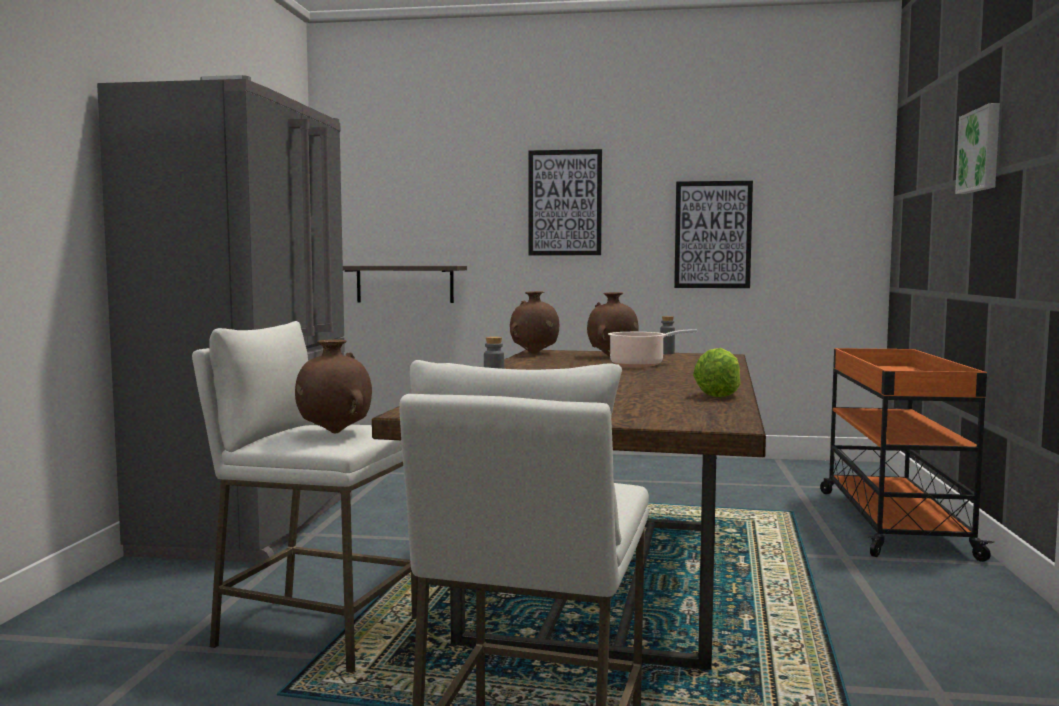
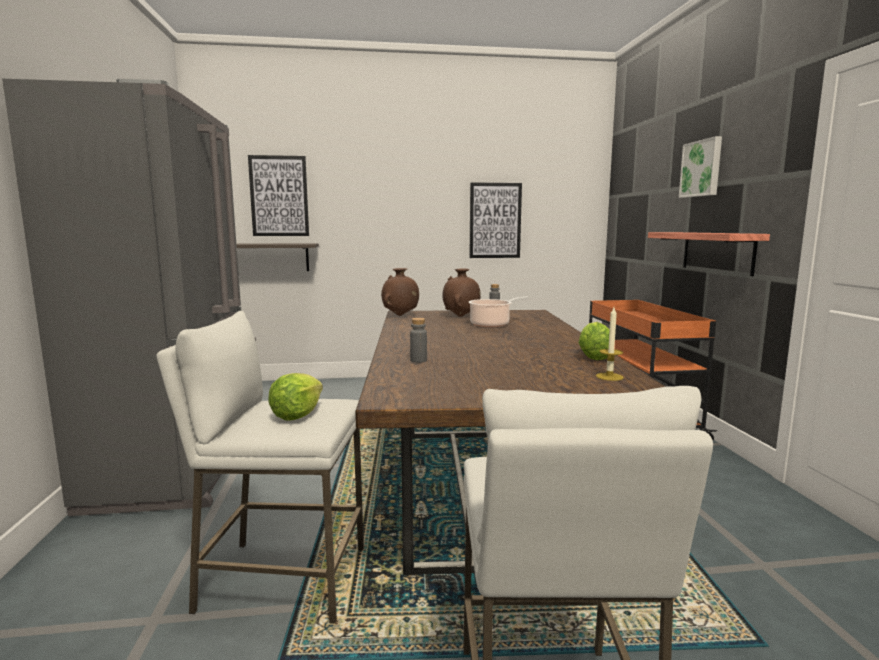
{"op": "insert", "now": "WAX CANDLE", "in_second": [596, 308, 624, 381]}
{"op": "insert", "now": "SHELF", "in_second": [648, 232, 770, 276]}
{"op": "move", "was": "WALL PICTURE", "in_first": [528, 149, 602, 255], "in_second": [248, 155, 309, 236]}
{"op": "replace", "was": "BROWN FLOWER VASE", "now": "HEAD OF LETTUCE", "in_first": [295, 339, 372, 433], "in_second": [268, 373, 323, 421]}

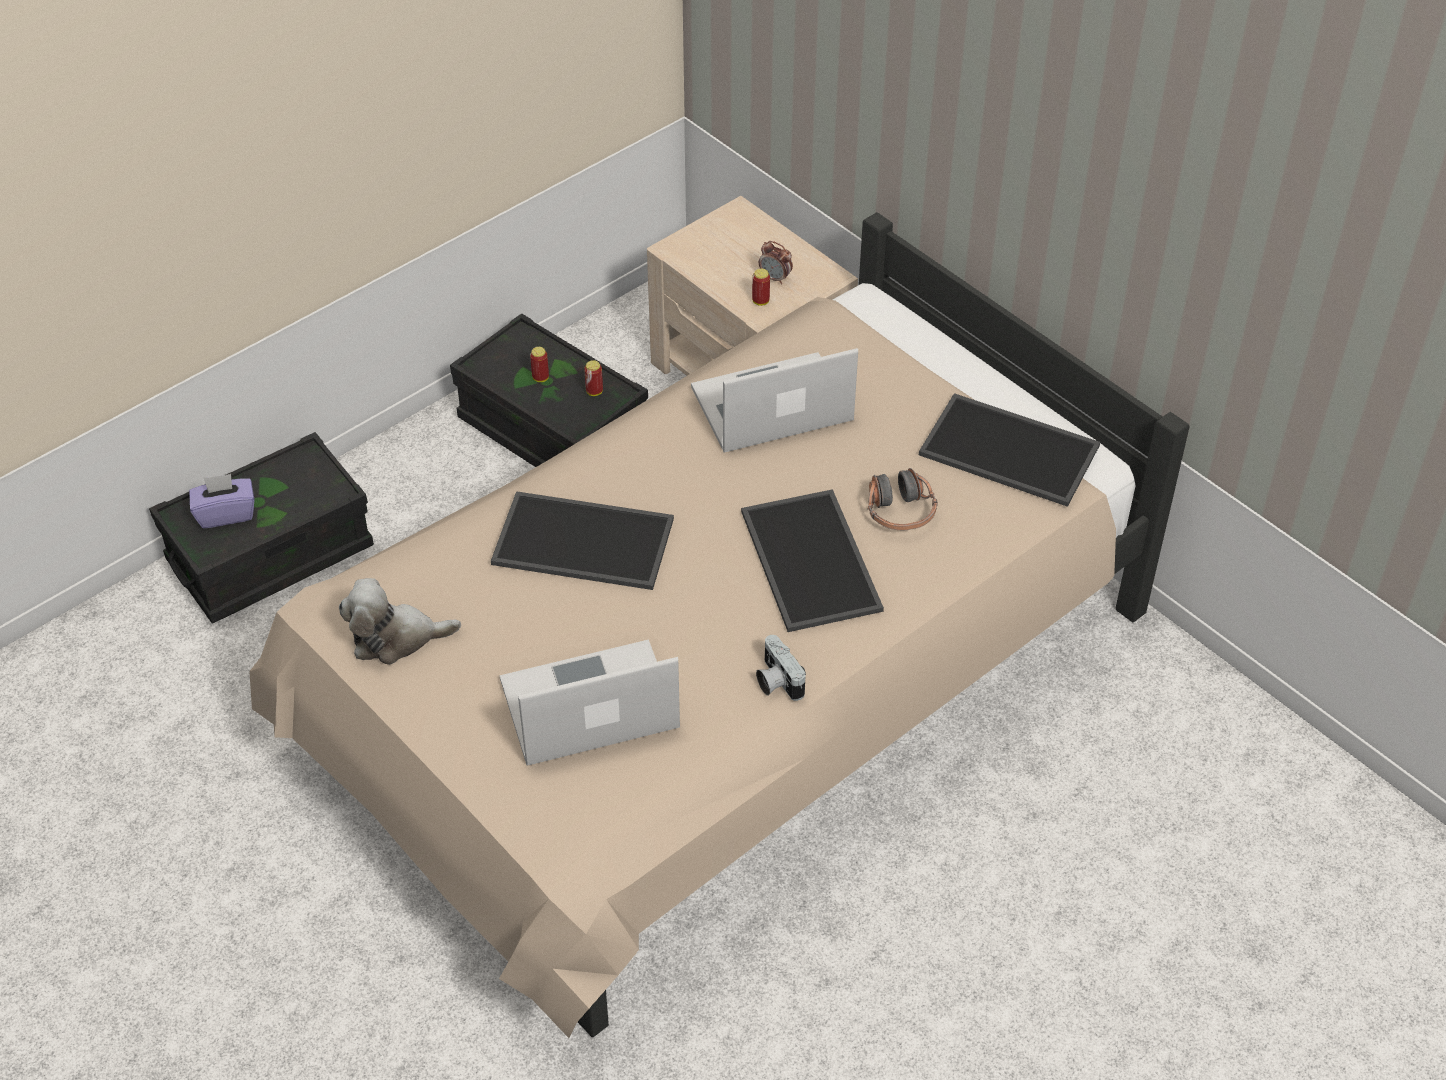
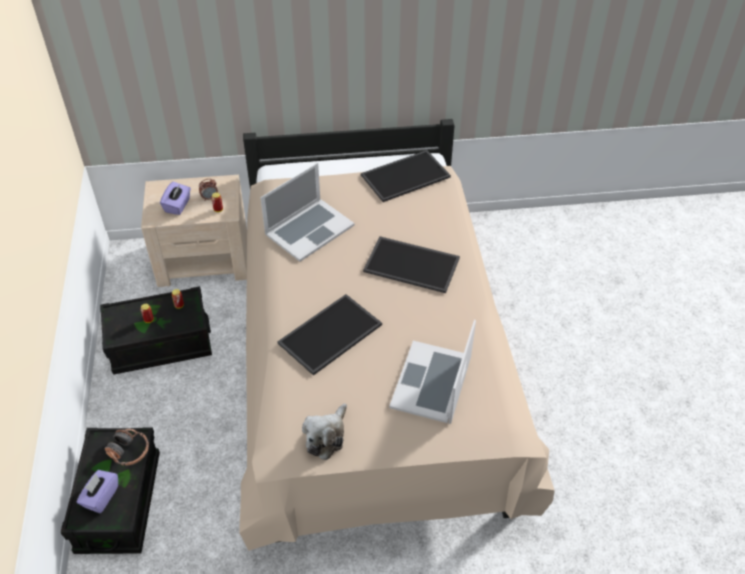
{"op": "delete", "was": "STILL CAMERA", "in_first": [756, 635, 806, 701]}
{"op": "insert", "now": "PURPLE TISSUE HOLDER", "in_second": [160, 182, 191, 215]}
{"op": "move", "was": "PAIR OF HEADPHONES", "in_first": [868, 468, 938, 530], "in_second": [105, 429, 149, 466]}
{"op": "rotate", "was": "PORTABLE COMPUTER", "in_first": [691, 348, 858, 453], "in_second": [260, 163, 355, 262], "clockwise": -150}

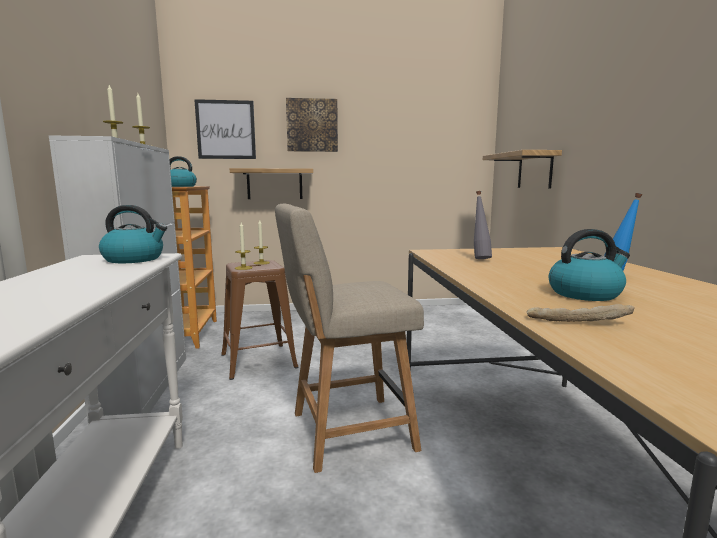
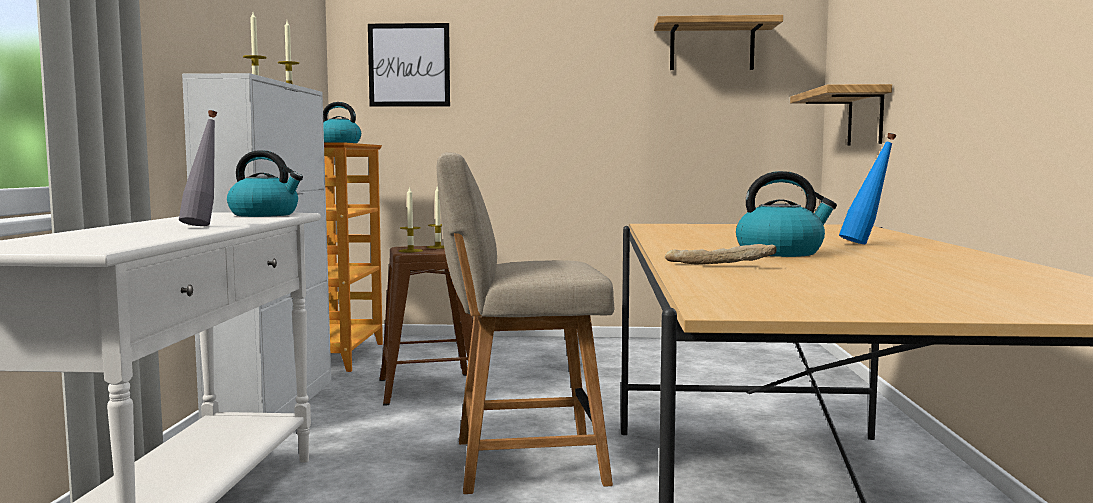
{"op": "delete", "was": "WALL PICTURE", "in_first": [286, 98, 338, 152]}
{"op": "move", "was": "SHELF", "in_first": [230, 168, 313, 199], "in_second": [654, 15, 783, 70]}
{"op": "move", "was": "GREY BOTTLE", "in_first": [474, 191, 492, 259], "in_second": [179, 110, 217, 226]}

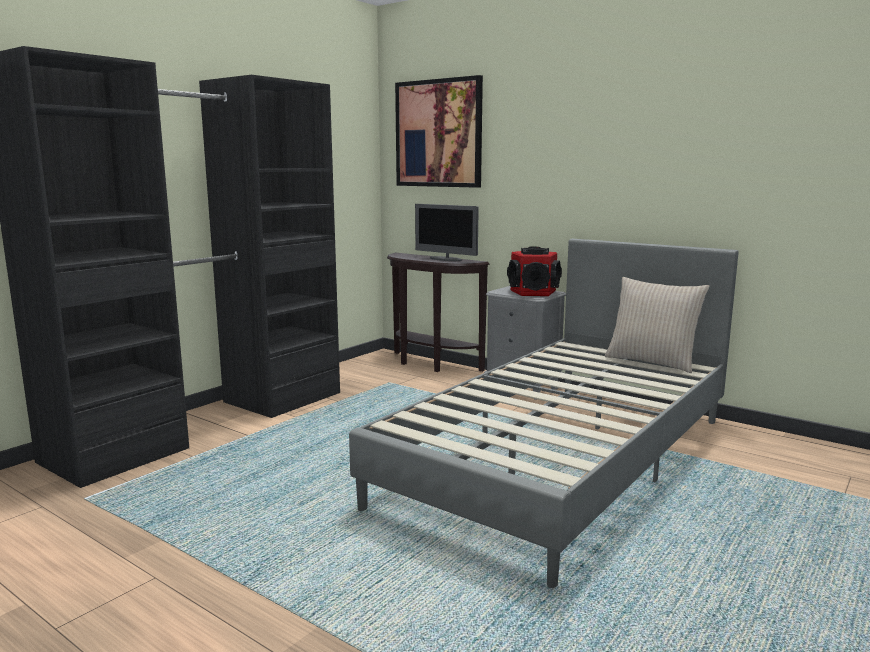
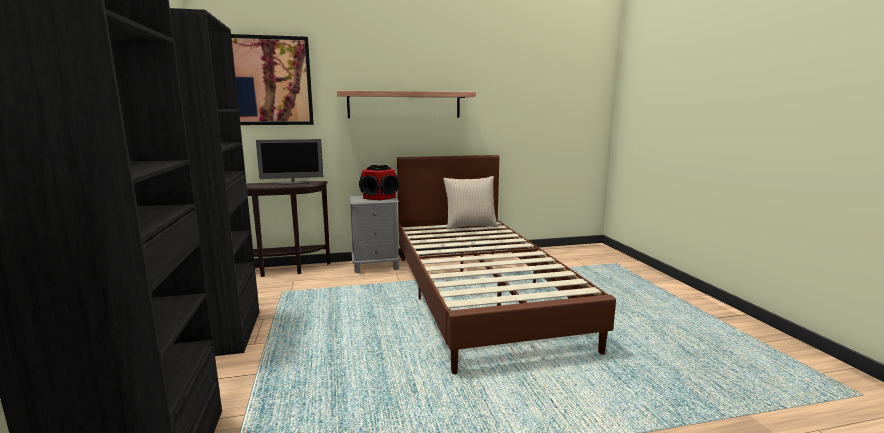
{"op": "insert", "now": "SHELF", "in_second": [337, 91, 476, 118]}
{"op": "recolor", "was": "GREY BEDROOM BED", "now": "BROWN BEDROOM BED", "in_first": [349, 239, 738, 588], "in_second": [397, 155, 616, 374]}

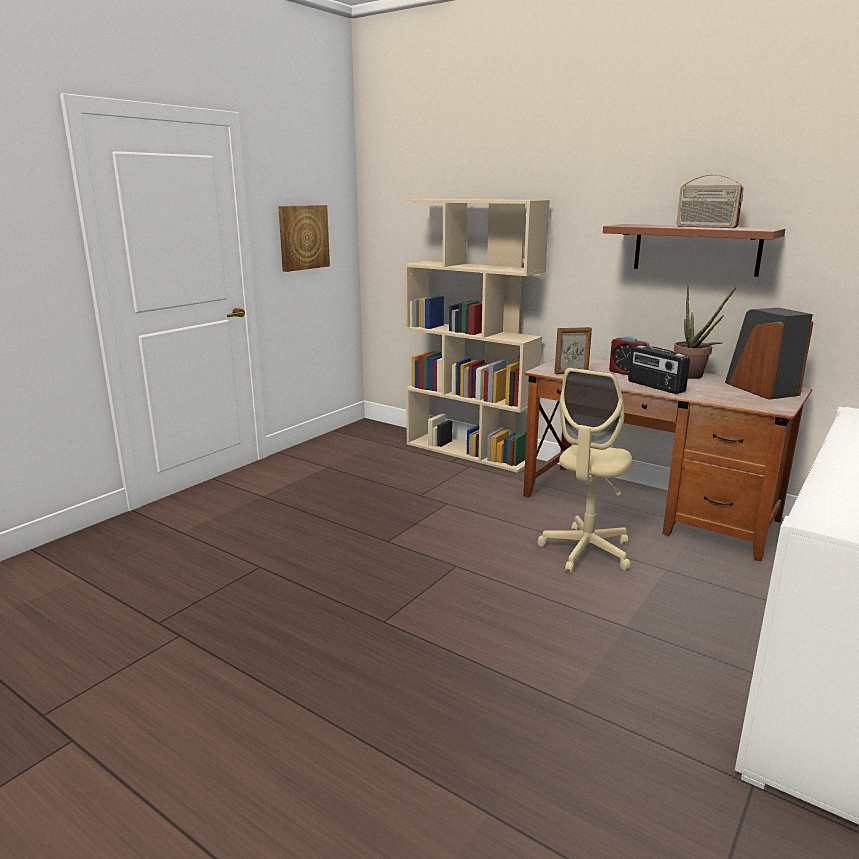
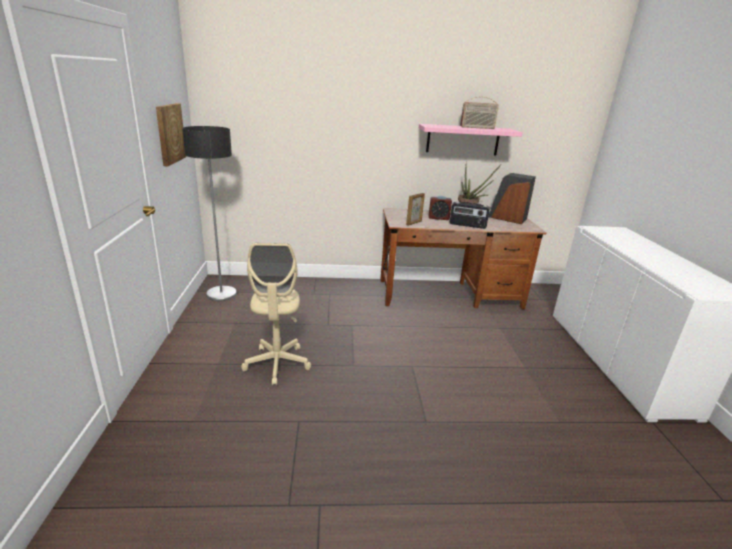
{"op": "delete", "was": "BEIGE-COLOURED BOOKCASE", "in_first": [404, 199, 550, 473]}
{"op": "insert", "now": "STANDING LAMP", "in_second": [182, 126, 237, 301]}
{"op": "move", "was": "BEIGE-COLOURED DESK CHAIR", "in_first": [538, 368, 632, 573], "in_second": [241, 243, 311, 385]}
{"op": "recolor", "was": "BROWN SHELF", "now": "PINK-COLOURED SHELF", "in_first": [603, 224, 785, 277], "in_second": [419, 124, 523, 156]}

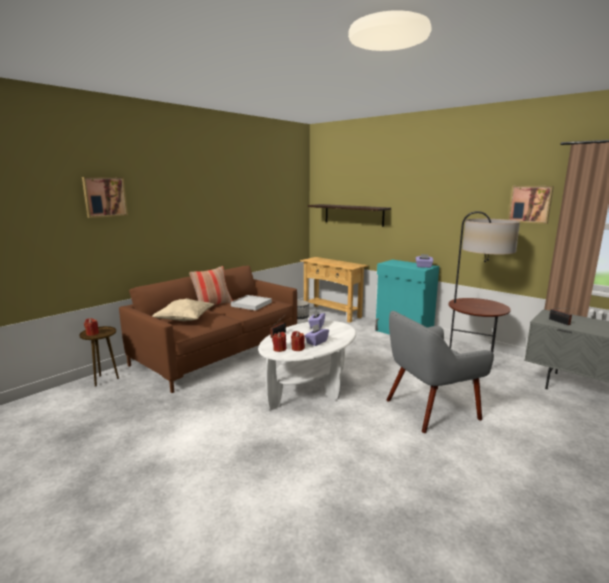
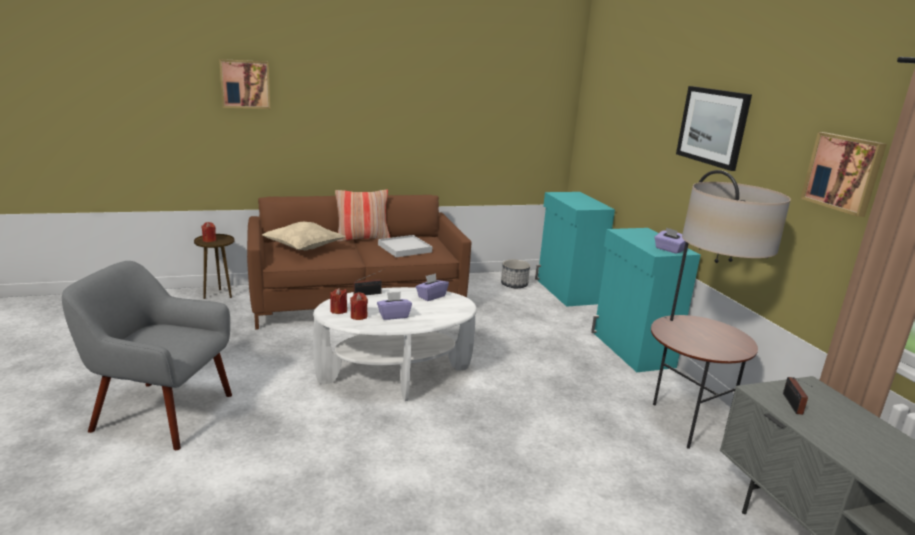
{"op": "delete", "was": "SHELF", "in_first": [308, 204, 391, 227]}
{"op": "insert", "now": "WALL PICTURE", "in_second": [676, 86, 752, 171]}
{"op": "move", "was": "GREY ARMCHAIR", "in_first": [386, 311, 494, 433], "in_second": [62, 261, 232, 450]}
{"op": "replace", "was": "BEIGE-COLOURED CONSOLE TABLE", "now": "TURQUOISE STORAGE CABINET", "in_first": [300, 257, 368, 323], "in_second": [535, 192, 615, 307]}

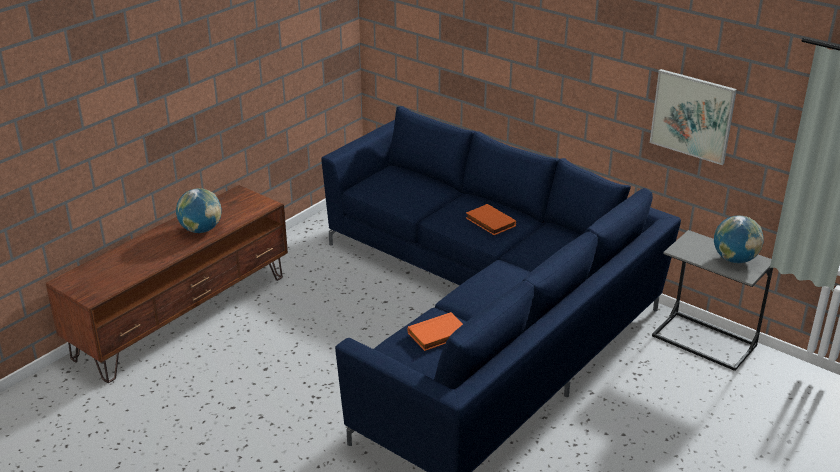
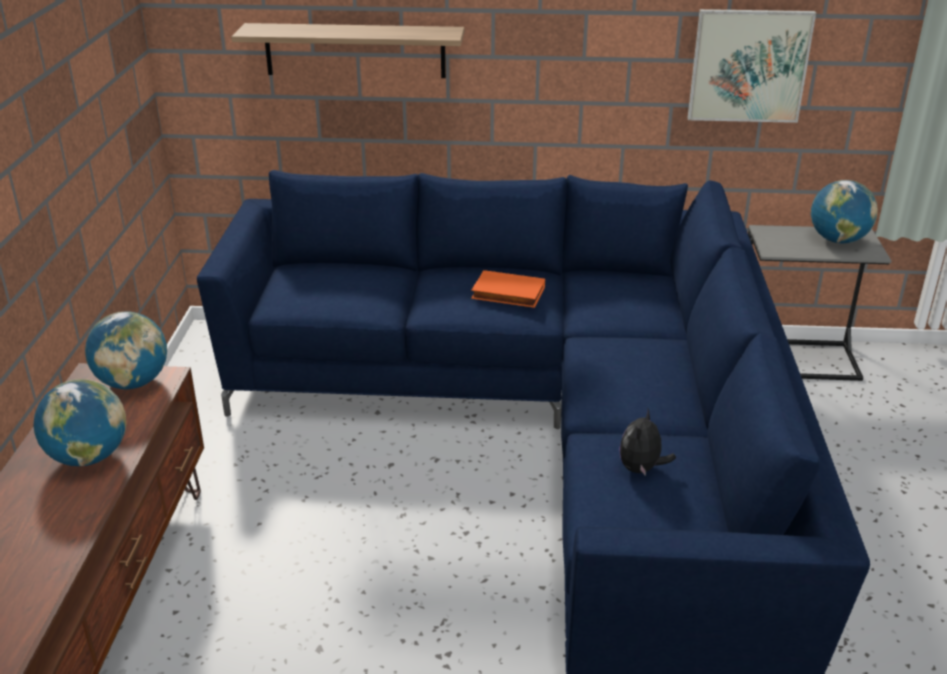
{"op": "insert", "now": "WORLD GLOBE", "in_second": [85, 311, 167, 389]}
{"op": "insert", "now": "SHELF", "in_second": [231, 23, 464, 78]}
{"op": "replace", "was": "ORANGE-COLOURED VOLUME", "now": "PLUSH TOY", "in_first": [408, 312, 463, 351], "in_second": [619, 409, 676, 476]}

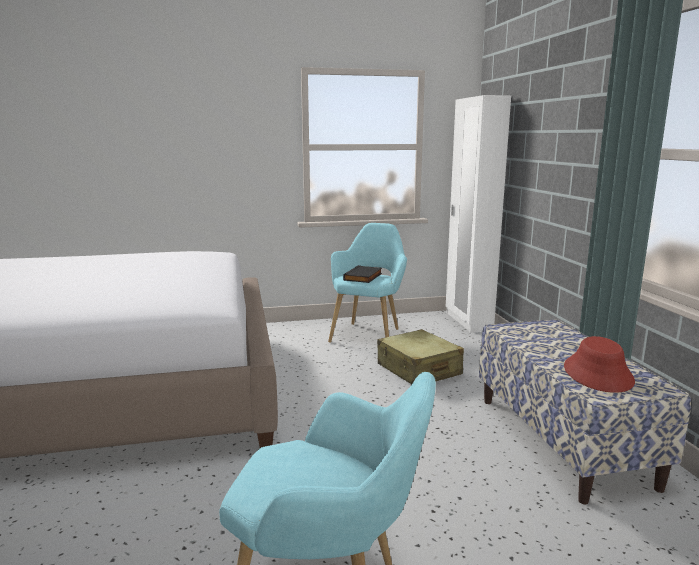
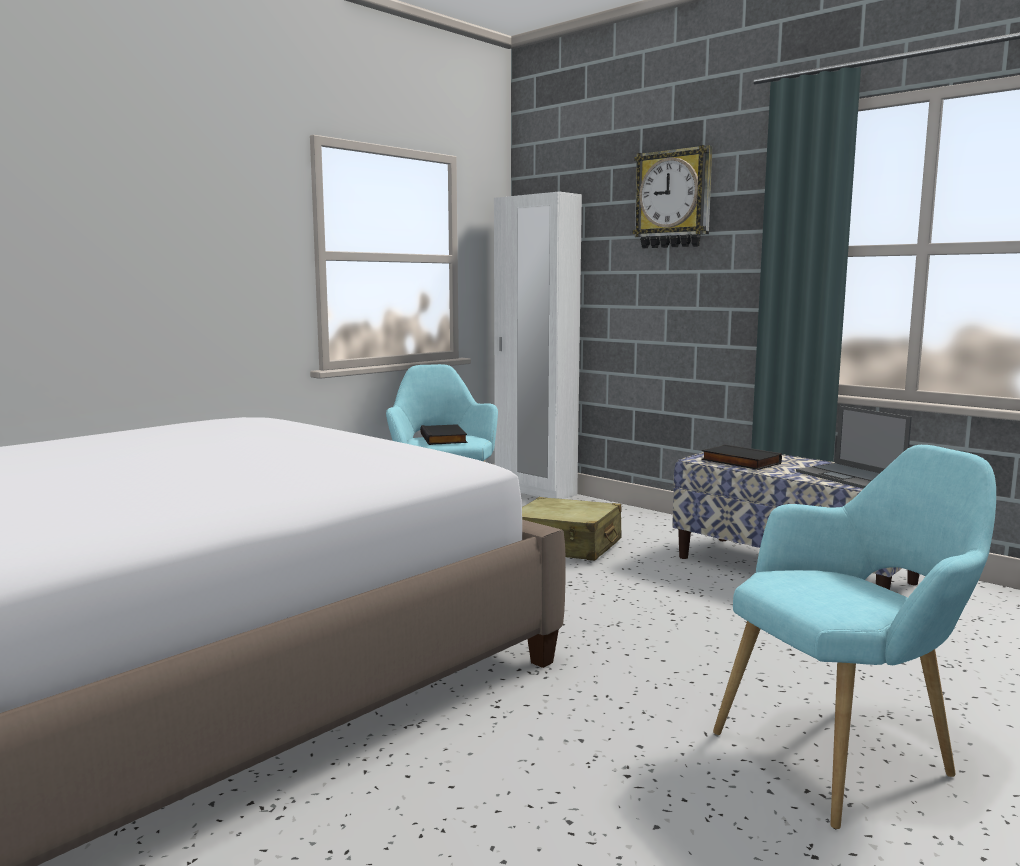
{"op": "insert", "now": "WALL CLOCK", "in_second": [633, 145, 712, 248]}
{"op": "insert", "now": "BLACK VOLUME", "in_second": [701, 444, 782, 470]}
{"op": "replace", "was": "RED CLOTHING HAT", "now": "PORTABLE COMPUTER", "in_first": [564, 336, 635, 393], "in_second": [796, 406, 912, 489]}

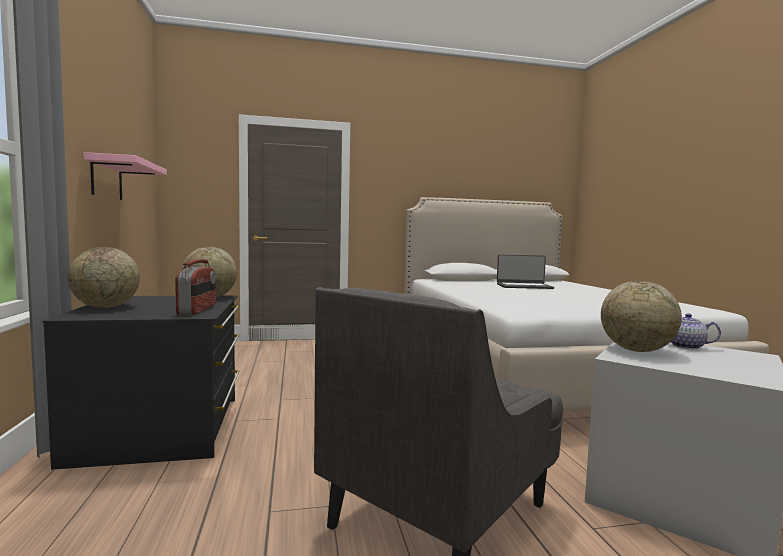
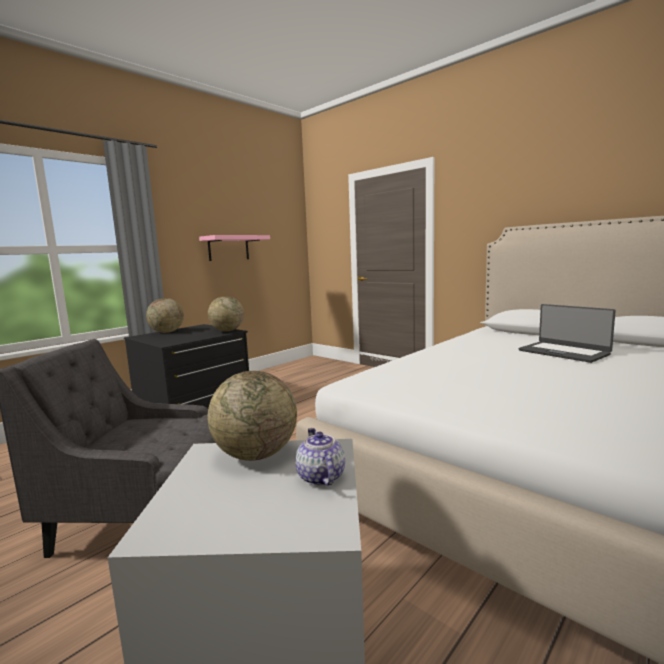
{"op": "delete", "was": "RADIO RECEIVER", "in_first": [175, 259, 216, 315]}

